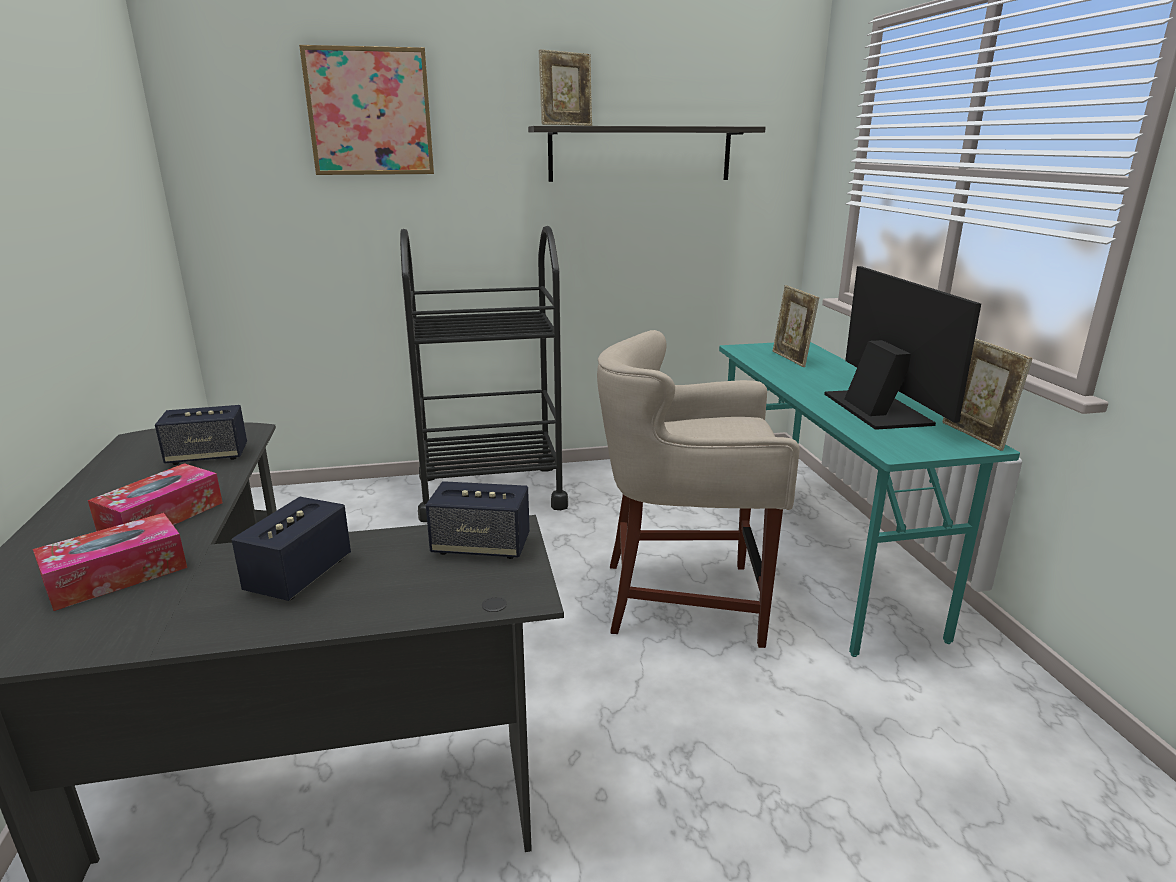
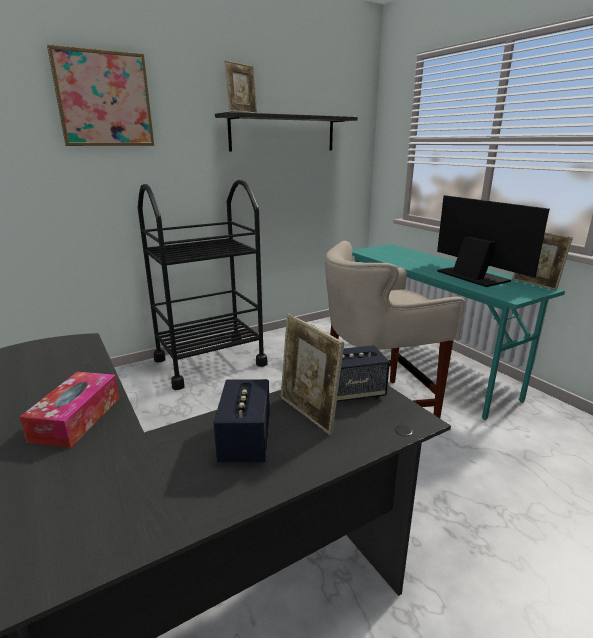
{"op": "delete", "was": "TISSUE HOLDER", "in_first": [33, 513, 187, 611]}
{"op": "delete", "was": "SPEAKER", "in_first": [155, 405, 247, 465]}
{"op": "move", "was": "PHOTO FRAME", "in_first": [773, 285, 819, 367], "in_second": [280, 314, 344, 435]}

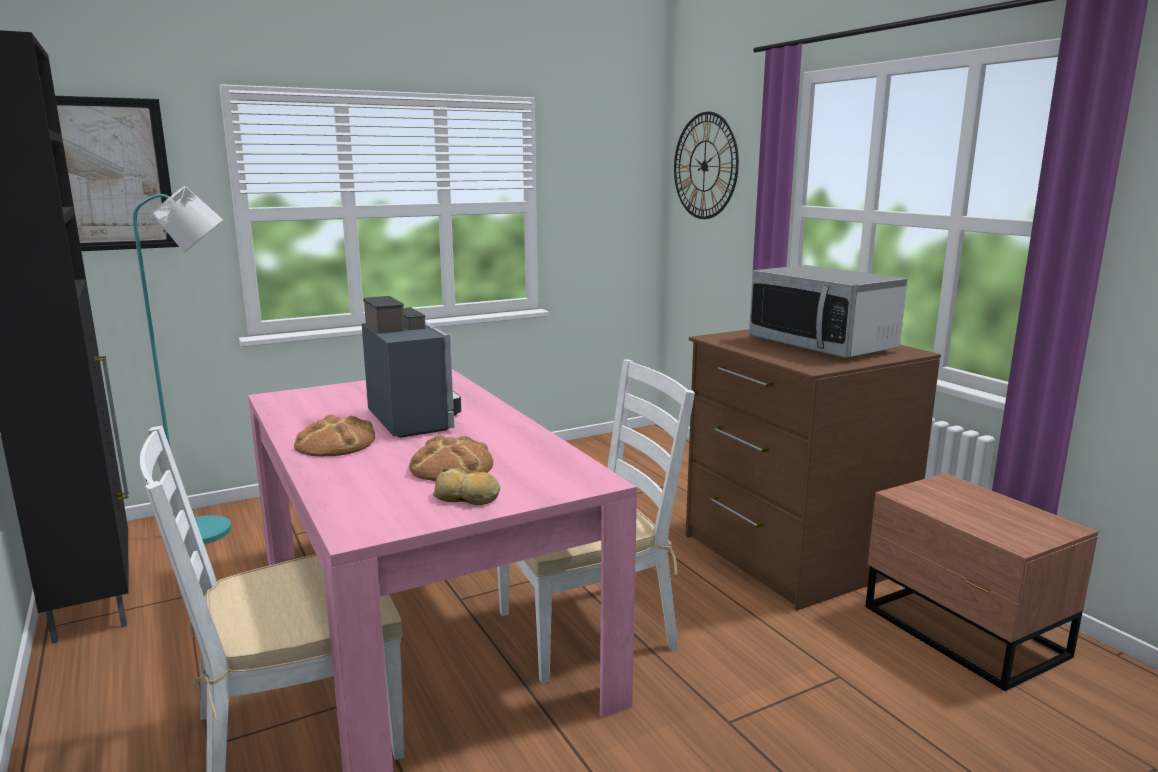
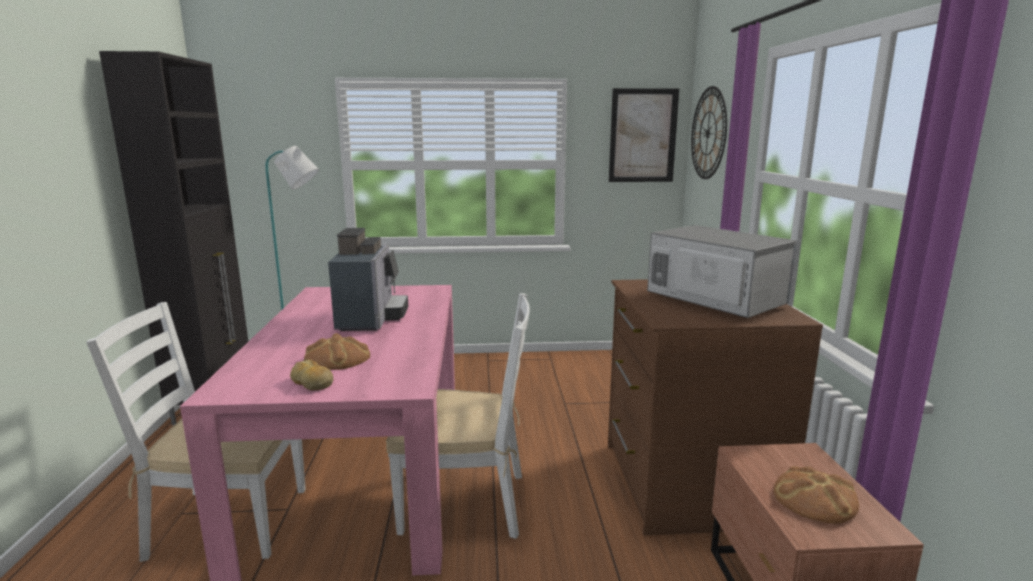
{"op": "move", "was": "WALL PICTURE", "in_first": [55, 96, 179, 251], "in_second": [609, 88, 679, 182]}
{"op": "move", "was": "BAKERY BREAD", "in_first": [294, 414, 375, 457], "in_second": [774, 466, 859, 524]}
{"op": "rotate", "was": "MICROWAVE", "in_first": [749, 265, 907, 358], "in_second": [647, 225, 797, 318], "clockwise": 150}

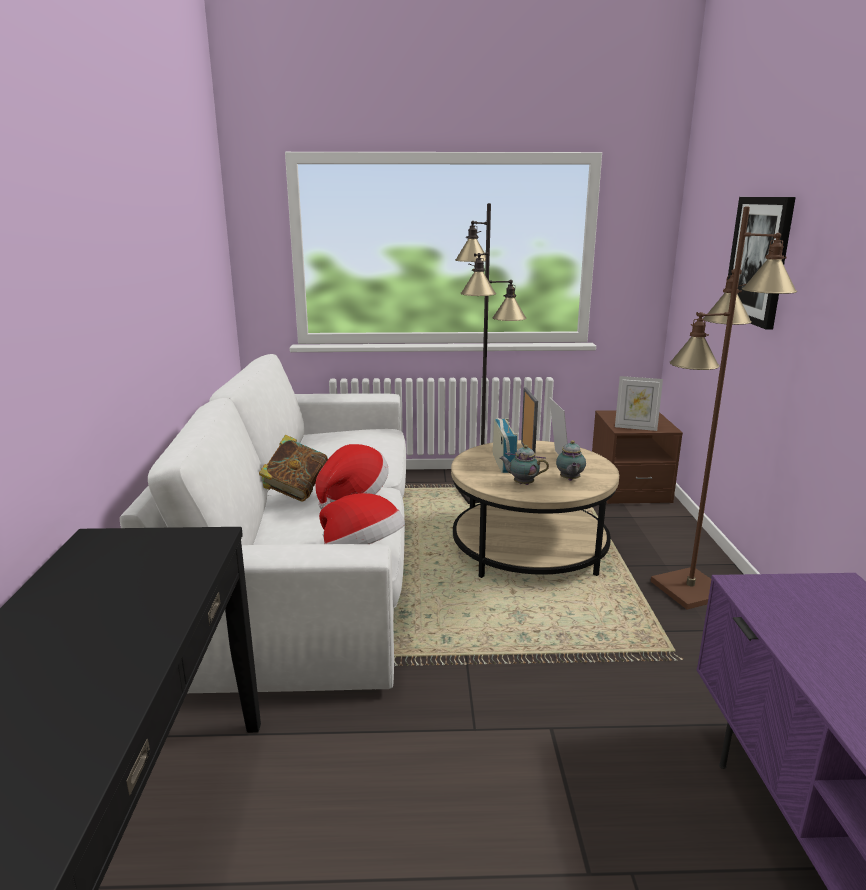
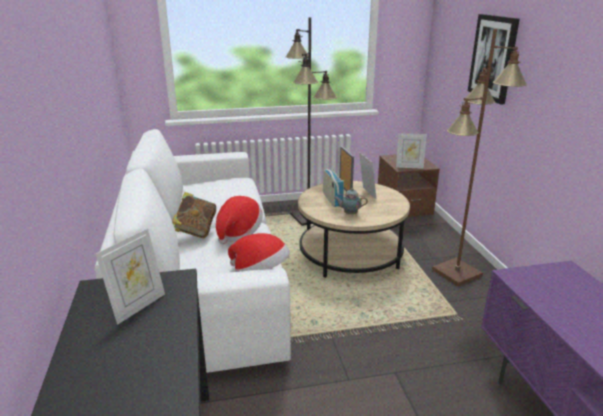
{"op": "delete", "was": "TEA POT", "in_first": [556, 440, 586, 481]}
{"op": "insert", "now": "PHOTO FRAME", "in_second": [96, 228, 165, 325]}

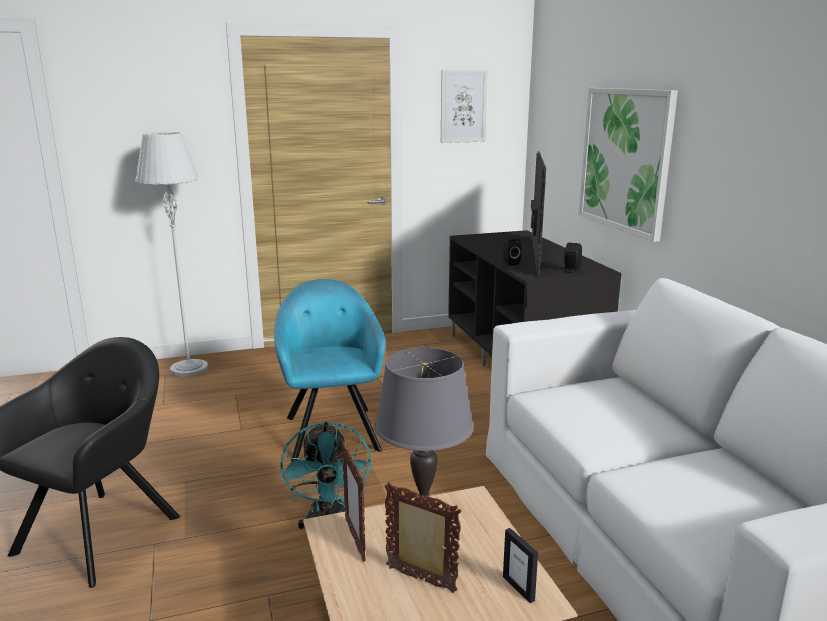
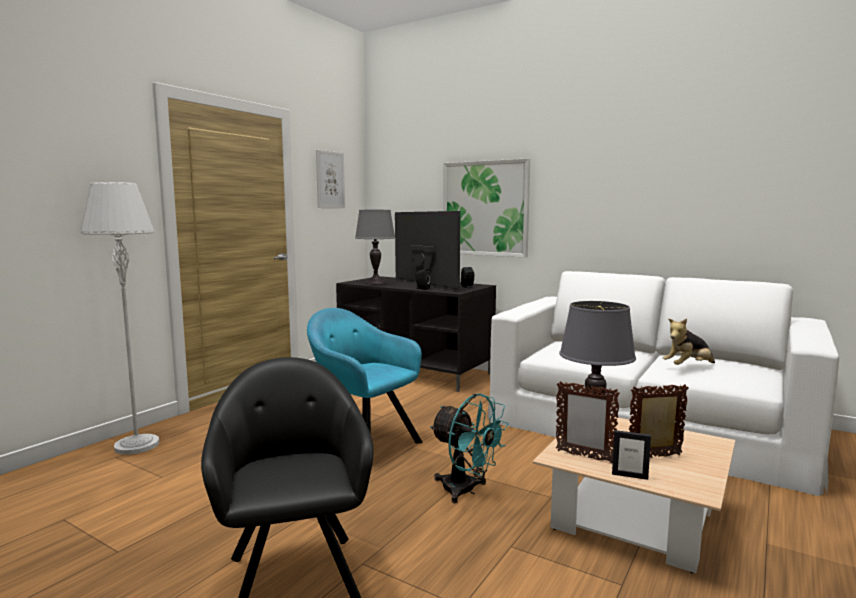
{"op": "insert", "now": "GREY TABLETOP LAMP", "in_second": [355, 210, 395, 285]}
{"op": "insert", "now": "PLUSH TOY", "in_second": [663, 318, 715, 365]}
{"op": "move", "was": "PHOTO FRAME", "in_first": [503, 528, 538, 603], "in_second": [612, 430, 651, 480]}

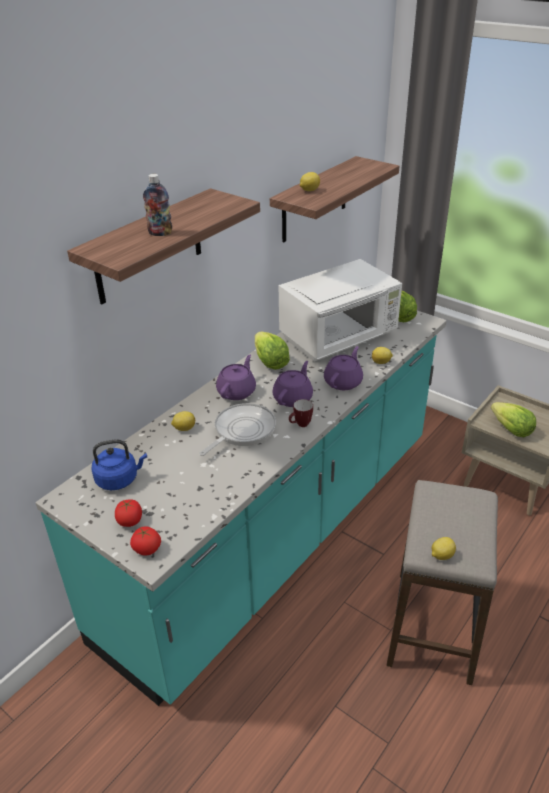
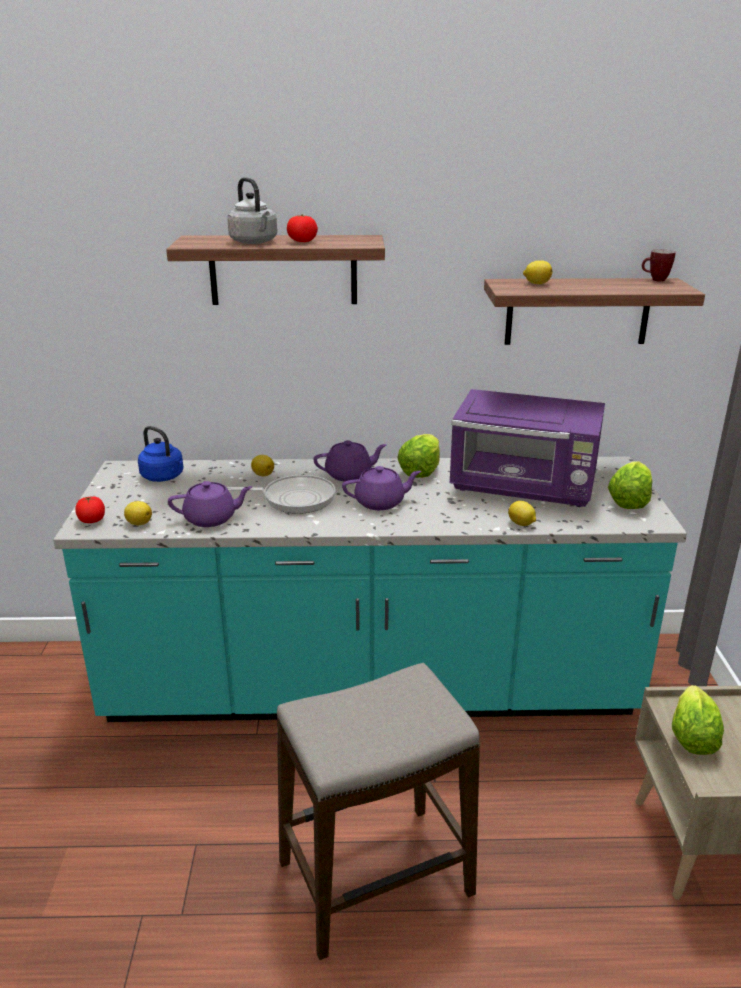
{"op": "move", "was": "FRESH TOMATO", "in_first": [115, 499, 142, 527], "in_second": [287, 214, 318, 242]}
{"op": "move", "was": "TEA MUG", "in_first": [289, 399, 313, 427], "in_second": [642, 249, 676, 282]}
{"op": "move", "was": "PURPLE TEA POT", "in_first": [324, 346, 363, 390], "in_second": [168, 481, 252, 527]}
{"op": "move", "was": "WHOLE LEMON", "in_first": [432, 537, 456, 560], "in_second": [124, 501, 152, 525]}
{"op": "replace", "was": "BOTTLE", "now": "GREY TEA KETTLE", "in_first": [143, 174, 172, 236], "in_second": [227, 177, 277, 244]}
{"op": "recolor", "was": "WHITISH MICROWAVE", "now": "PURPLE MICROWAVE", "in_first": [279, 259, 402, 362], "in_second": [449, 389, 605, 507]}

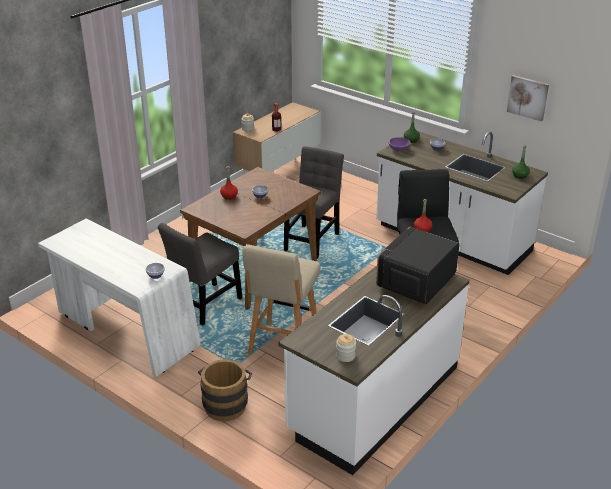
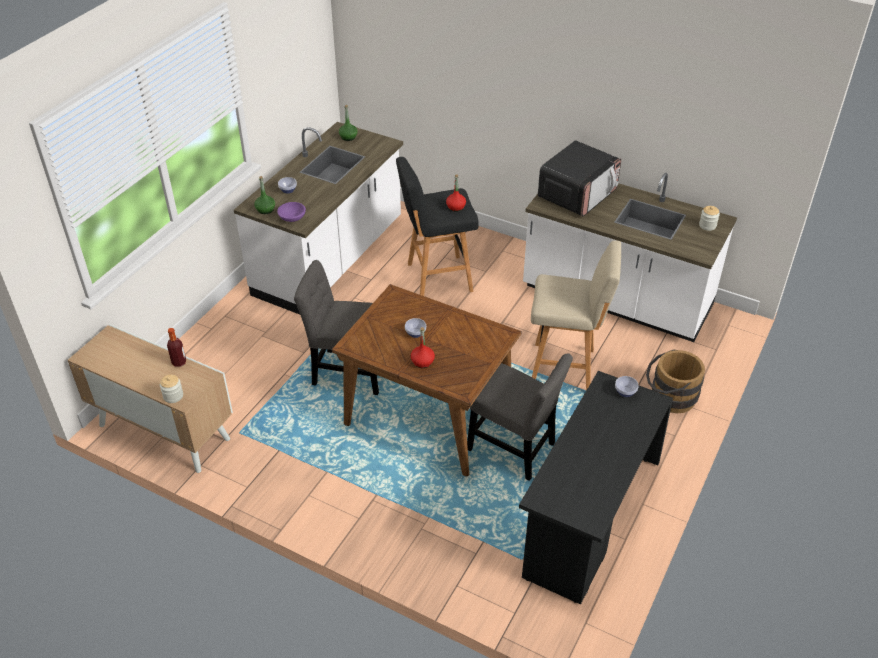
{"op": "delete", "was": "WALL PICTURE", "in_first": [507, 75, 549, 122]}
{"op": "recolor", "was": "WHITISH DESK UNIT", "now": "BLACK DESK UNIT", "in_first": [38, 219, 201, 377], "in_second": [519, 371, 673, 604]}
{"op": "rotate", "was": "MICROWAVE", "in_first": [376, 227, 459, 304], "in_second": [538, 140, 621, 216], "clockwise": -75}

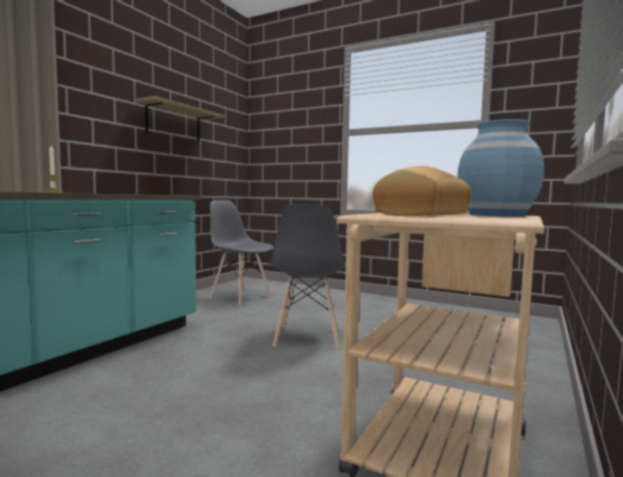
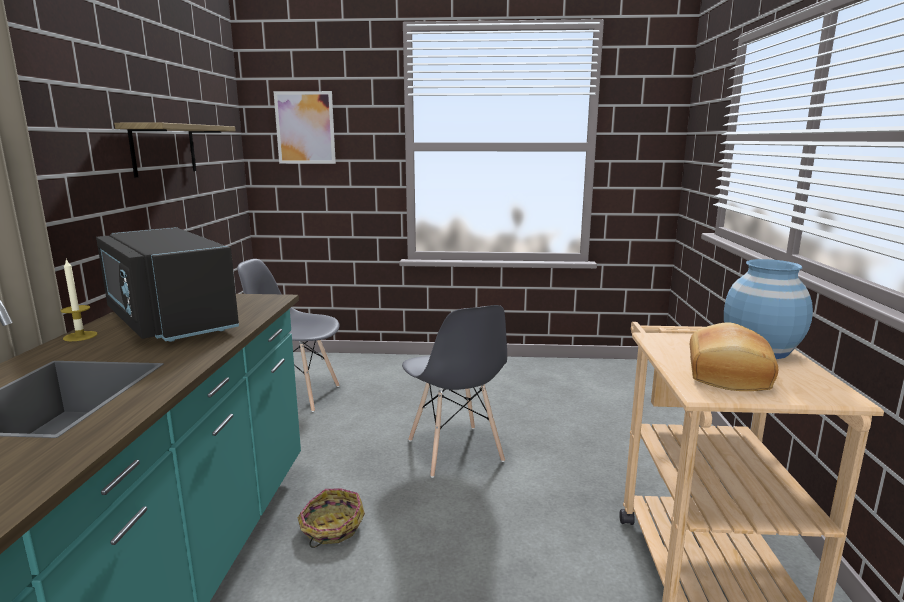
{"op": "insert", "now": "BLACK MICROWAVE", "in_second": [96, 227, 239, 342]}
{"op": "insert", "now": "WALL PICTURE", "in_second": [274, 91, 336, 164]}
{"op": "insert", "now": "STORAGE BASKET", "in_second": [298, 488, 365, 548]}

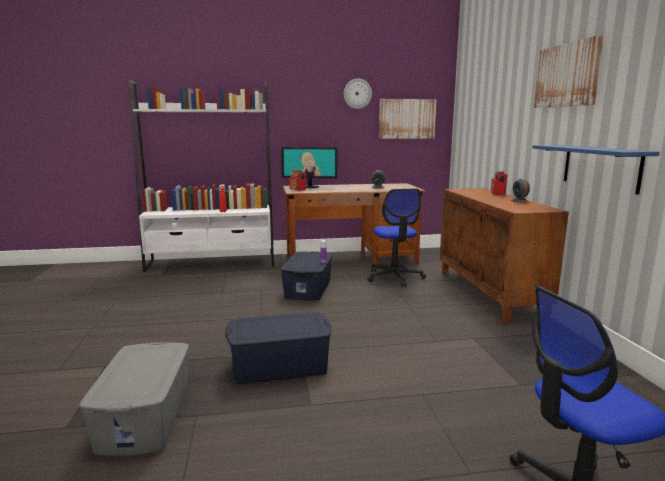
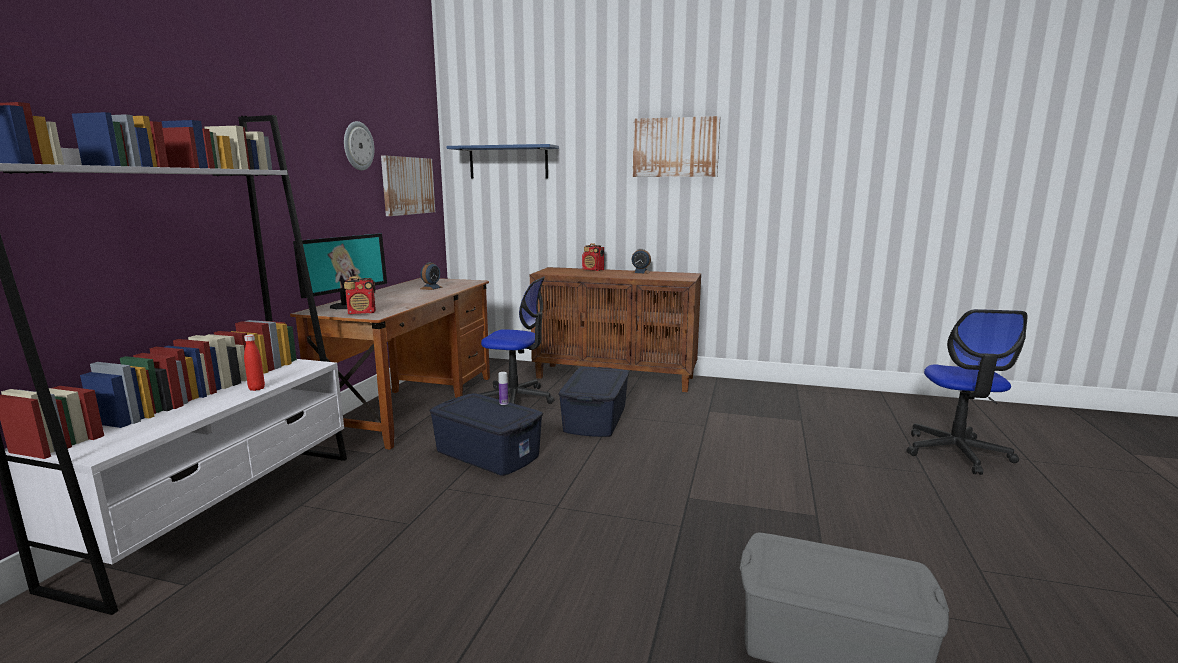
{"op": "move", "was": "BLUE STORAGE CONTAINER", "in_first": [225, 312, 331, 384], "in_second": [558, 367, 629, 437]}
{"op": "move", "was": "BLUE SHELF", "in_first": [533, 145, 660, 195], "in_second": [446, 144, 559, 179]}

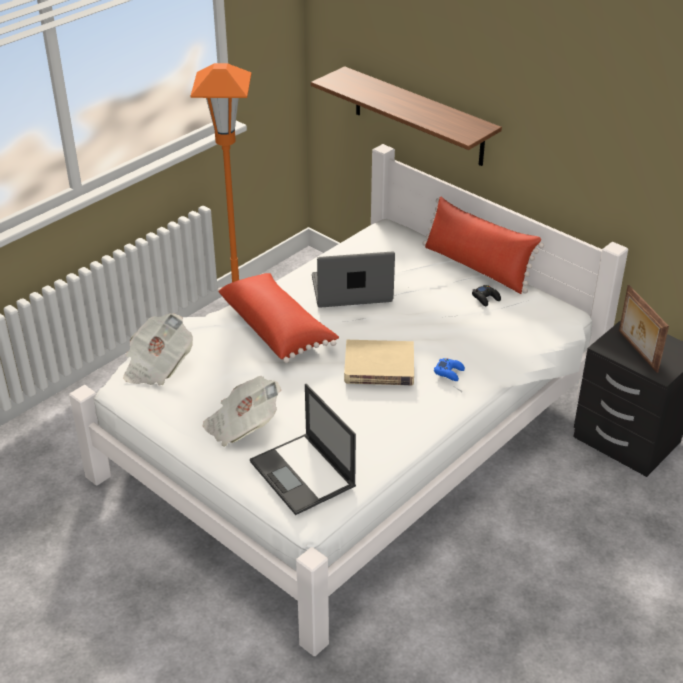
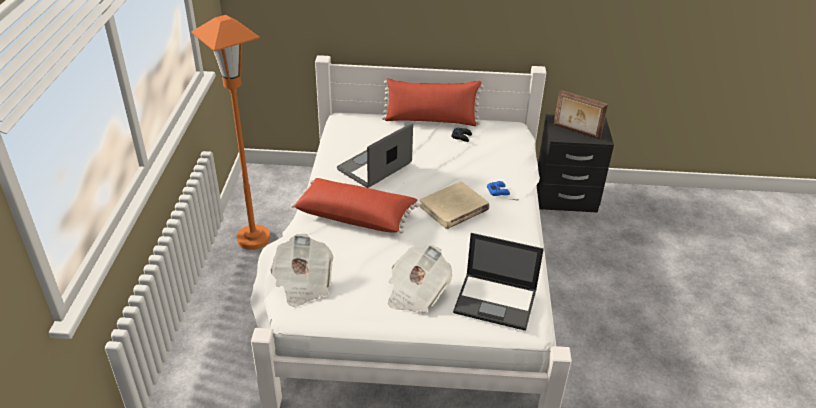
{"op": "delete", "was": "SHELF", "in_first": [311, 66, 502, 166]}

